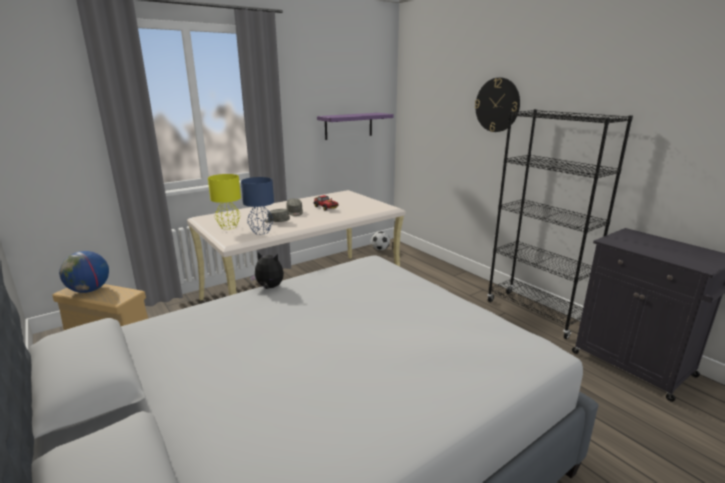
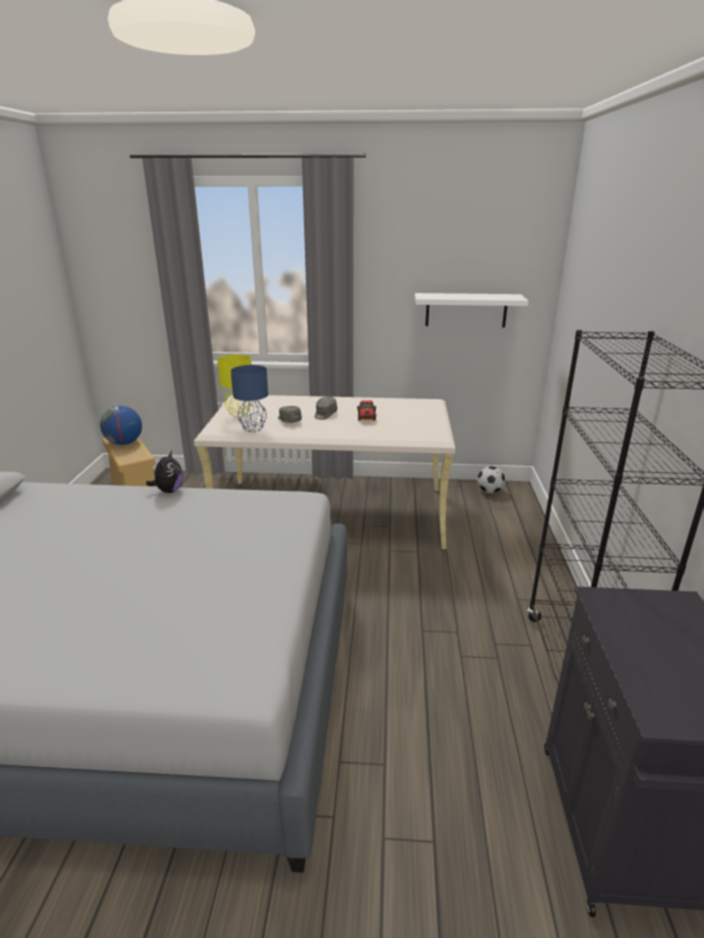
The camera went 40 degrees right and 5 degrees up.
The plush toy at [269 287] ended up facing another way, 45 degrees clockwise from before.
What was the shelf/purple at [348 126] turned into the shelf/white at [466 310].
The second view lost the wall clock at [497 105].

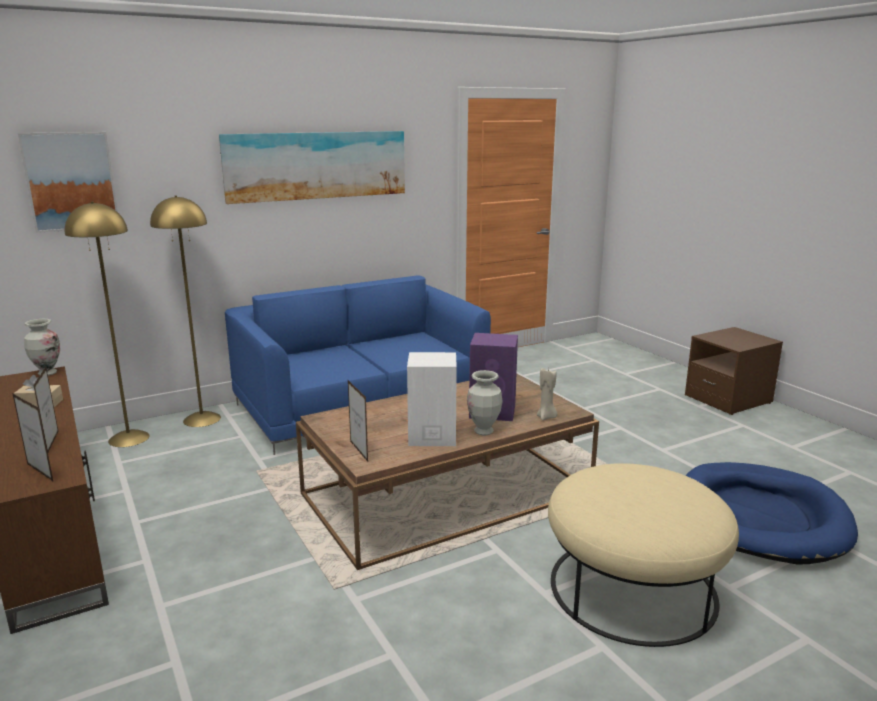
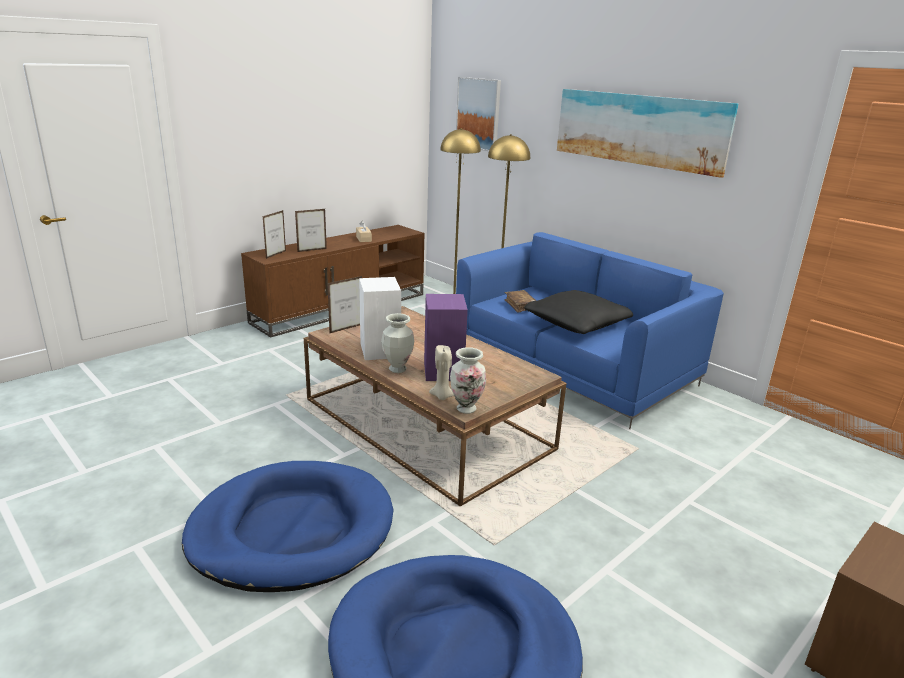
The camera went 75 degrees right and 5 degrees up.
The vase ended up elsewhere, having gone from [47 373] to [466 409].
Where the ottoman/beige stood at [632 588], the dog bed/blue came to stand at [292 530].
The second view gained the book/brown at [520 305].
The second view gained the pillow/black at [577 324].

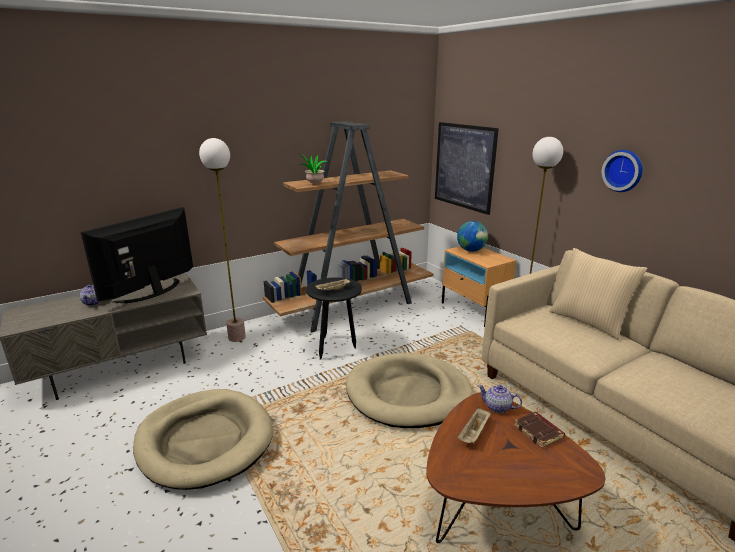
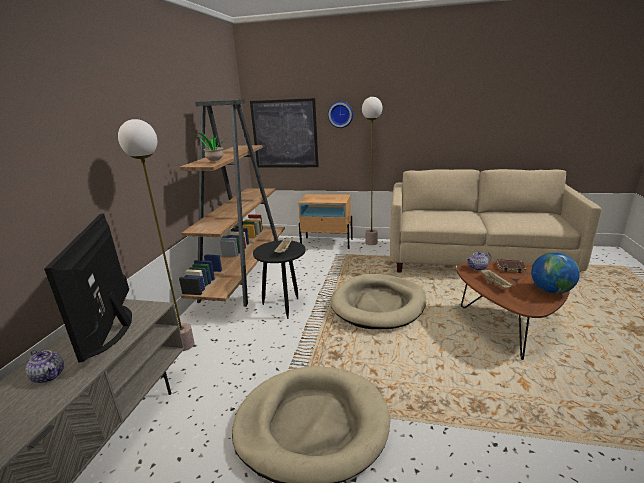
The camera went 45 degrees left and 0 degrees up.
The globe ended up elsewhere, having gone from [471 250] to [551 291].
The second view lost the pillow/beige at [588 322].
The wall clock ended up elsewhere, having gone from [623 170] to [340 114].

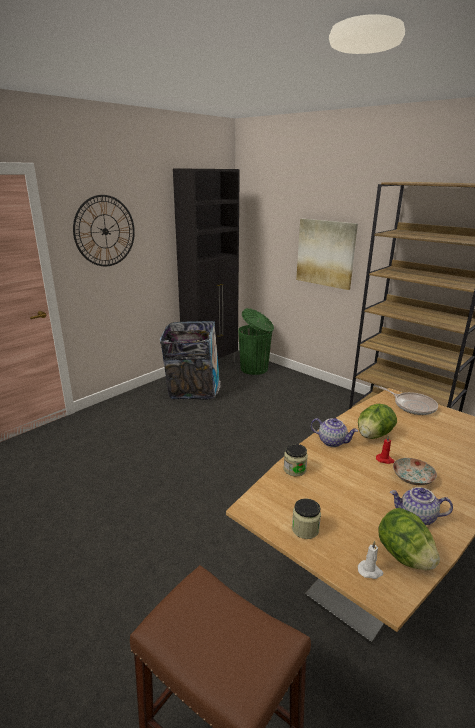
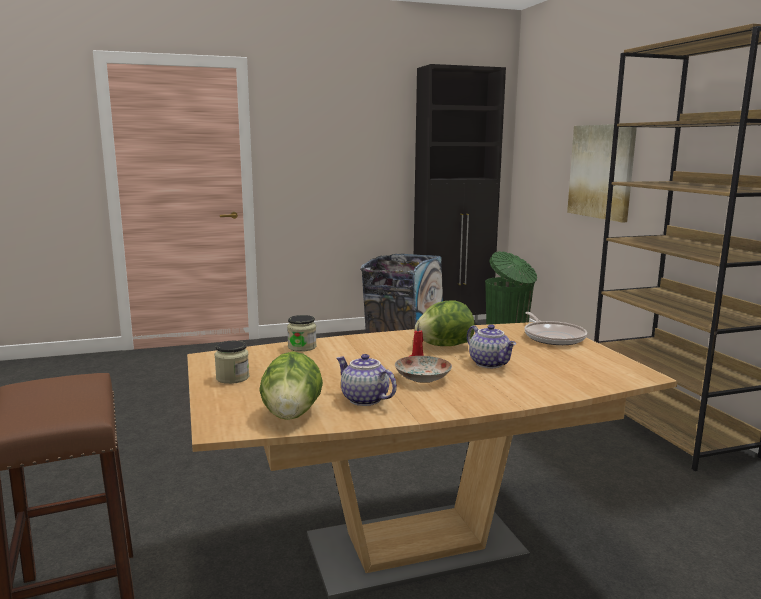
The camera went 30 degrees right and 10 degrees down.
The second view lost the wall clock at [105 231].
The teapot ended up elsewhere, having gone from [332 441] to [490 363].
The second view lost the candle/white at [370 571].

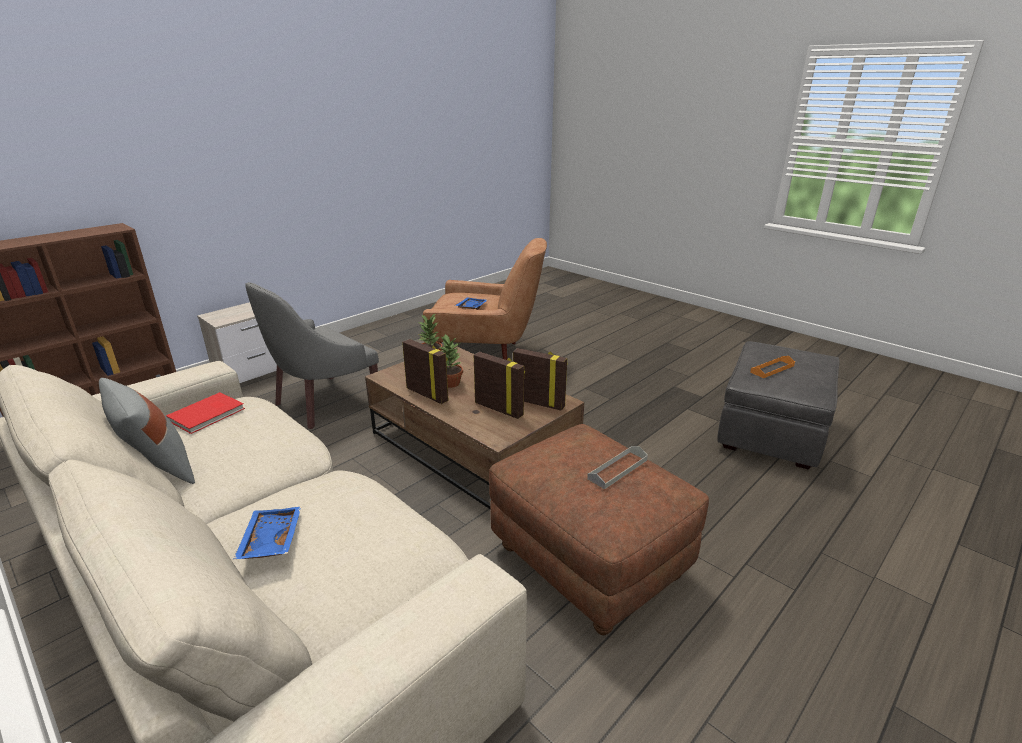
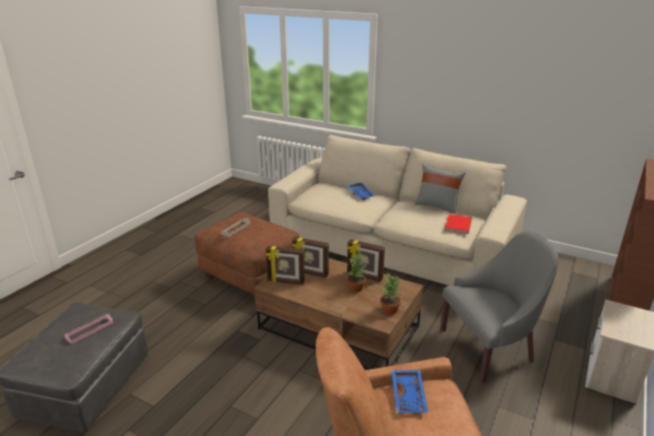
The camera went 165 degrees right and 0 degrees up.
The armchair/grey at [323 403] ended up facing another way, 45 degrees clockwise from before.
What was the tray/orange at [772 369] turned into the tray/pink at [89 330].

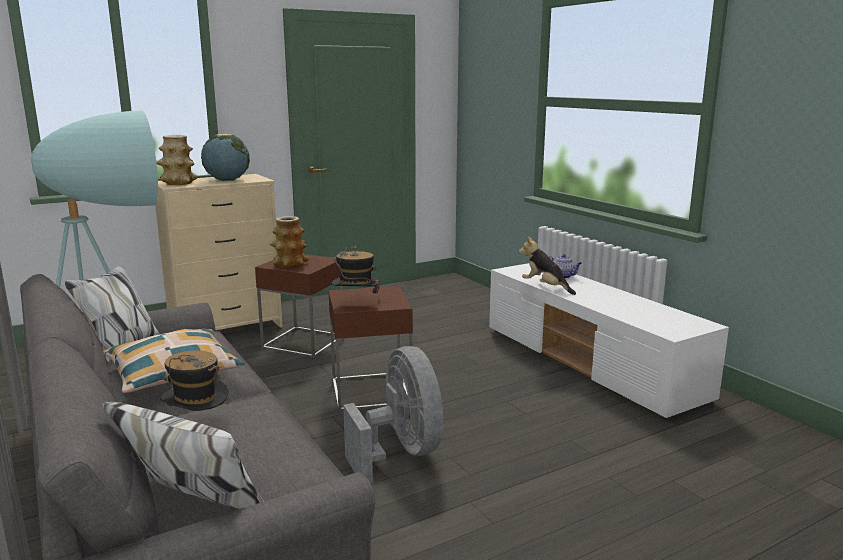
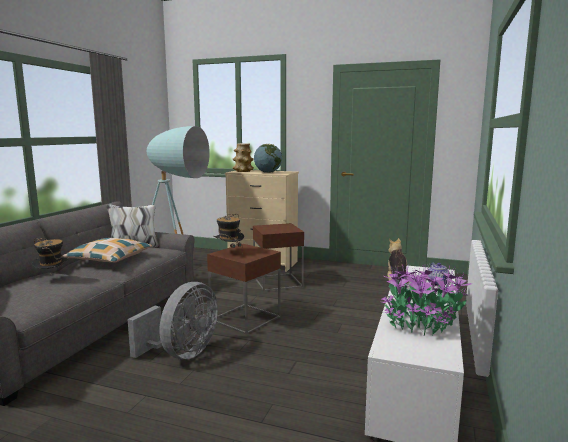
The camera went 50 degrees right and 5 degrees down.
The second view lost the vase at [290 264].
The second view gained the potted plant at [422 322].

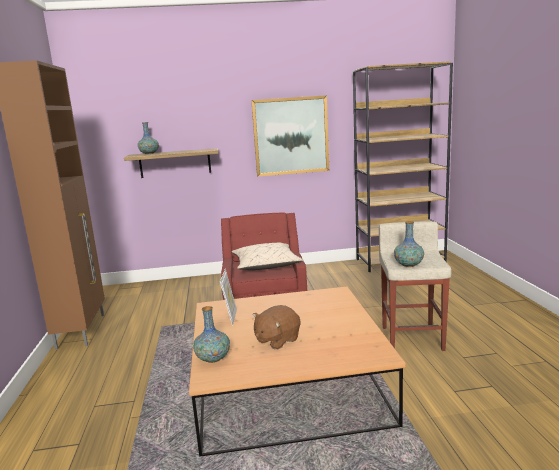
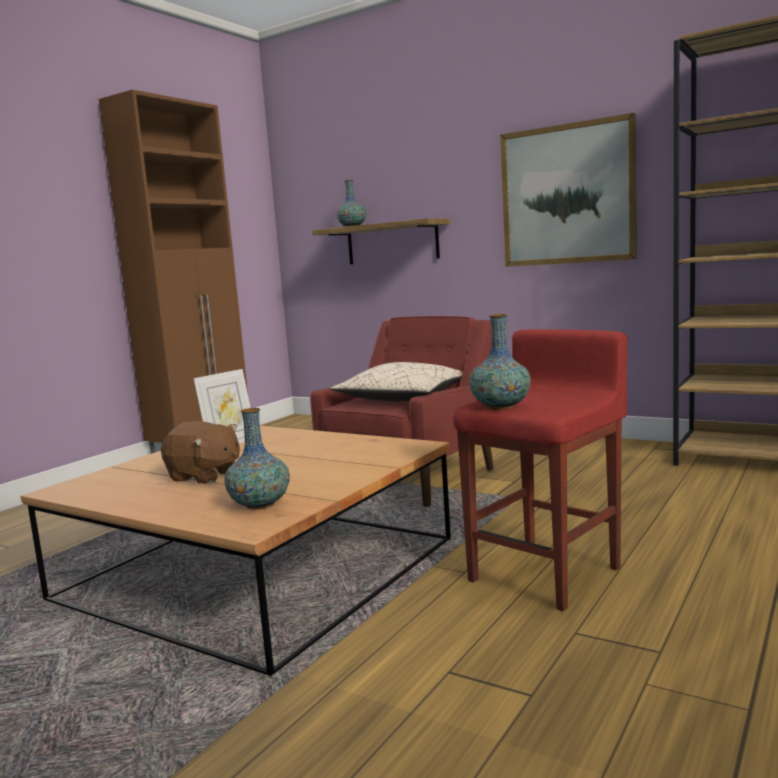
The camera went 40 degrees right and 5 degrees down.
The vase ended up elsewhere, having gone from [213 359] to [260 505].
The plush toy/brown at [277 340] ended up facing another way, 150 degrees counterclockwise from before.
What was the stool/beige at [412 337] turned into the stool/red at [546 573].

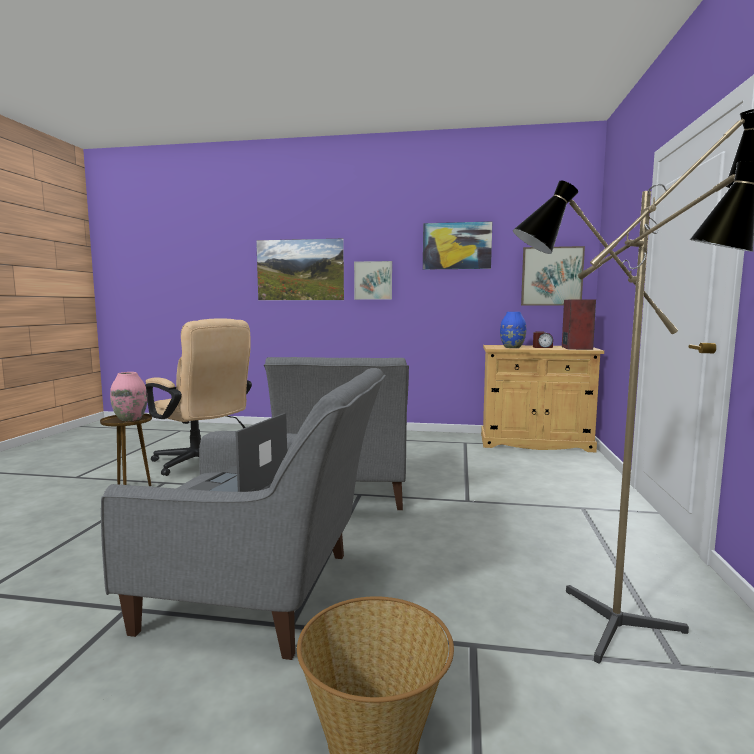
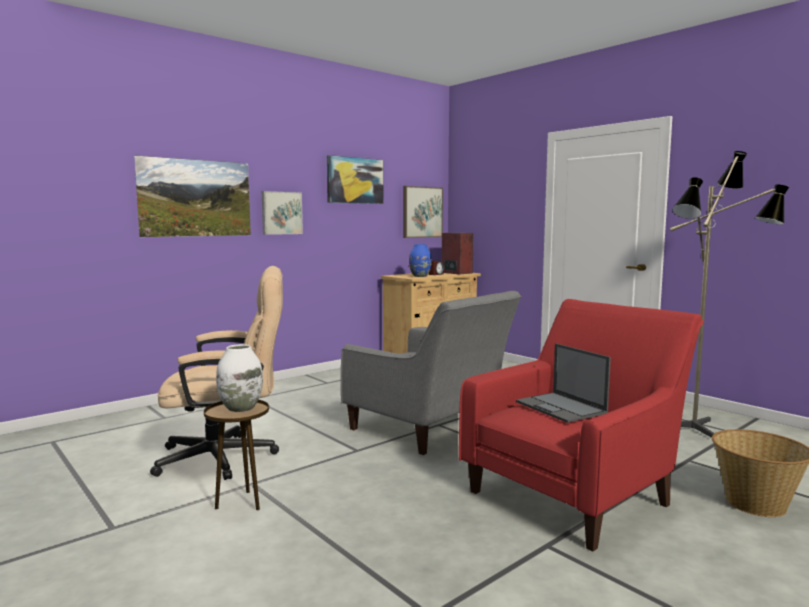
The camera went 50 degrees left and 0 degrees up.
What was the armchair/grey at [266 593] turned into the armchair/red at [574 493].
What was the vase/pink at [130 419] turned into the vase/white at [240 408].

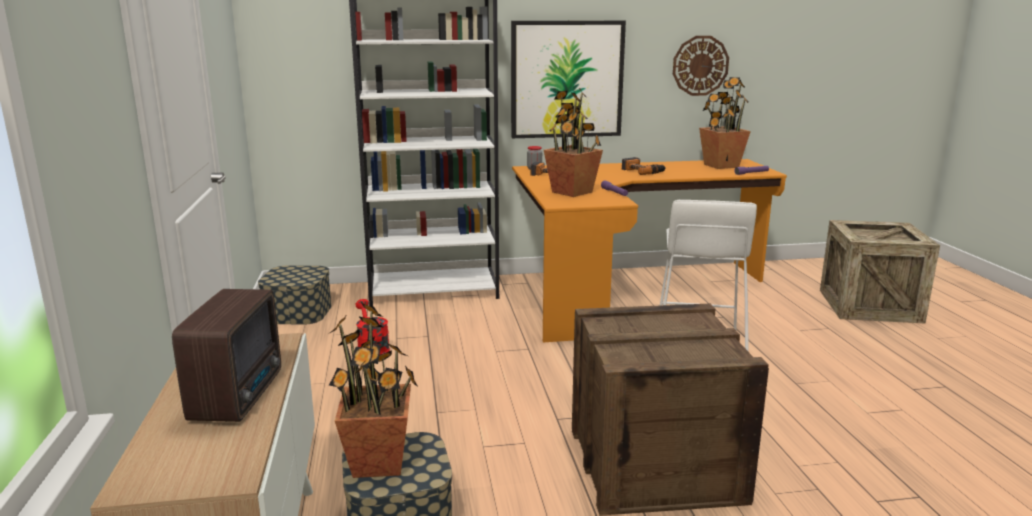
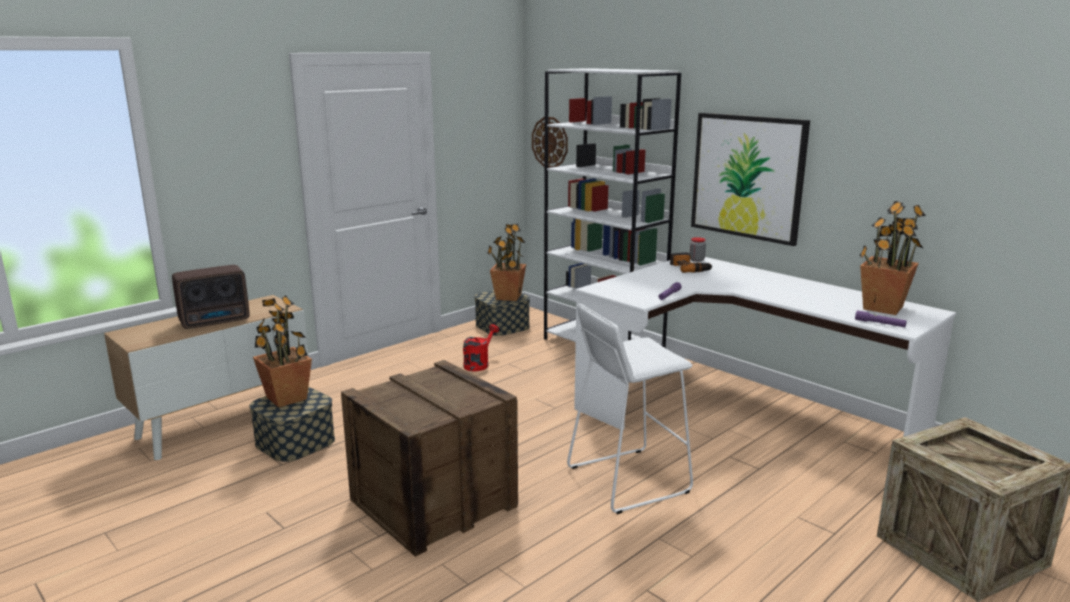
The camera went 55 degrees right and 0 degrees up.
What was the desk/orange at [626 290] turned into the desk/white at [738 410].
The potted plant ended up elsewhere, having gone from [571 192] to [508 297].
The second view lost the power drill at [643 171].
The wall clock ended up elsewhere, having gone from [700 65] to [550 142].

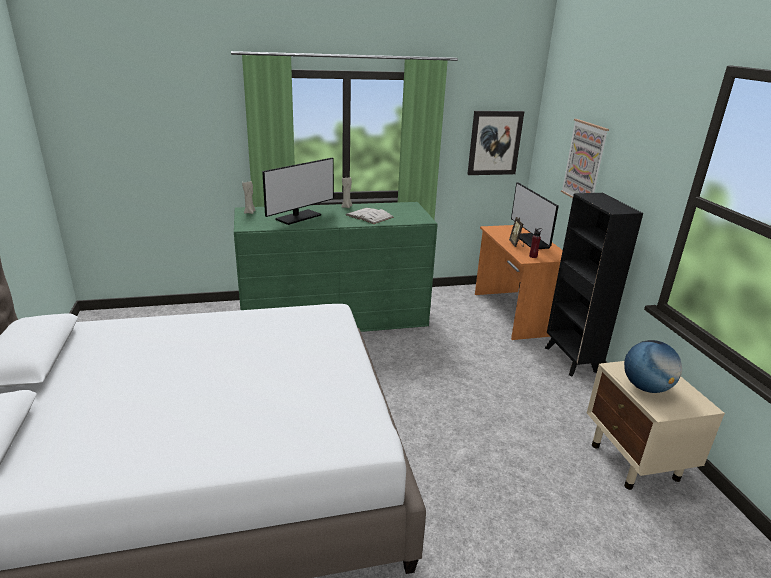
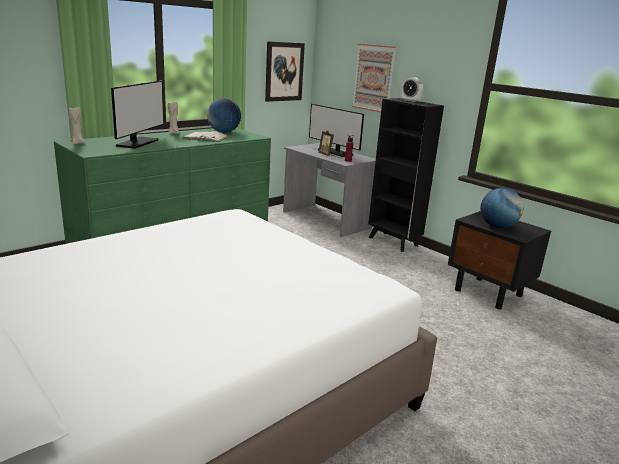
The camera went 30 degrees left and 5 degrees down.
What was the desk/orange at [513 313] turned into the desk/grey at [325 220].
What was the nightstand/beige at [635 462] turned into the nightstand/black at [489 293].
The second view gained the globe at [224 132].
The second view gained the alarm clock at [410 100].

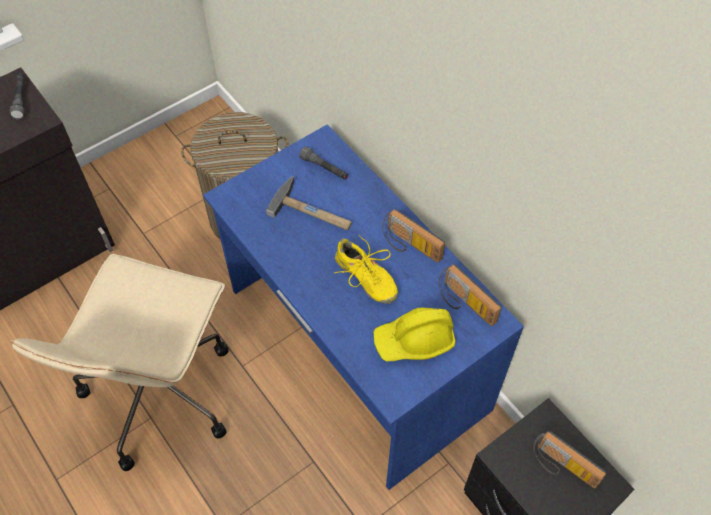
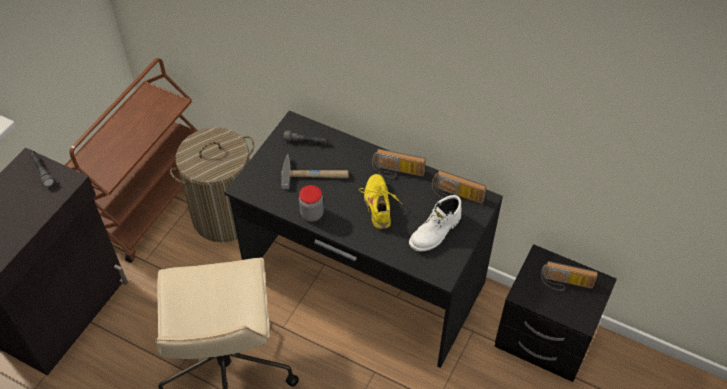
The camera went 25 degrees left and 5 degrees down.
What was the desk/blue at [355 350] turned into the desk/black at [363 281].
The shoe/yellow at [365 278] ended up facing another way, 120 degrees counterclockwise from before.
Where the hard hat/yellow stood at [414 340], the boot/white came to stand at [436 233].
The second view gained the cart/brown at [148 203].
The second view gained the jar at [312 214].

